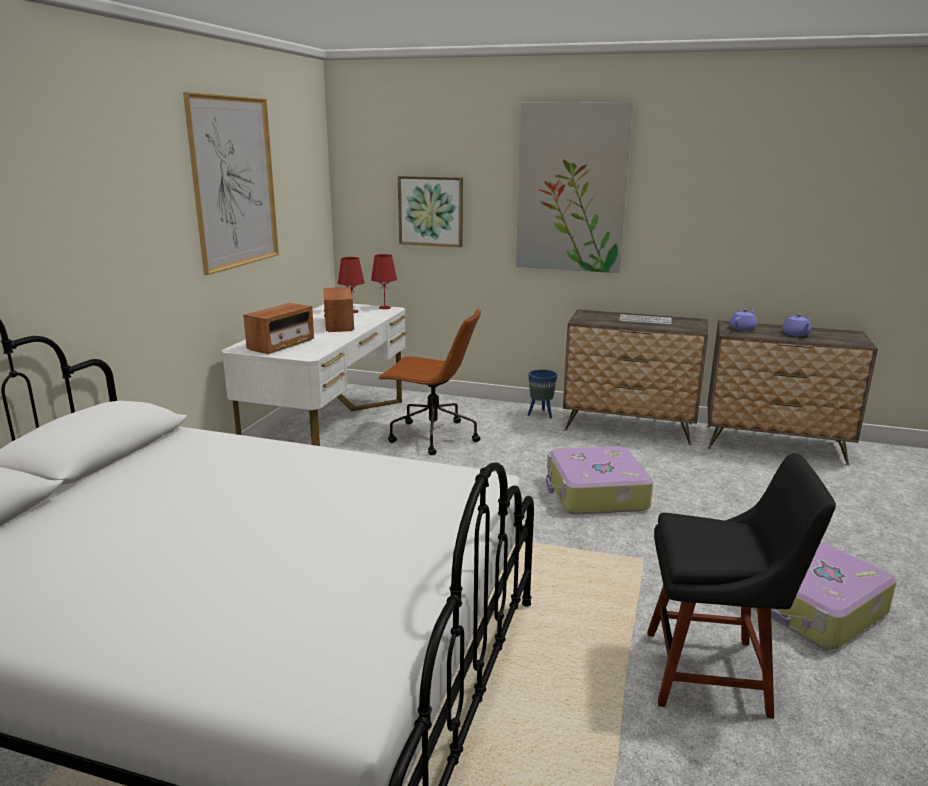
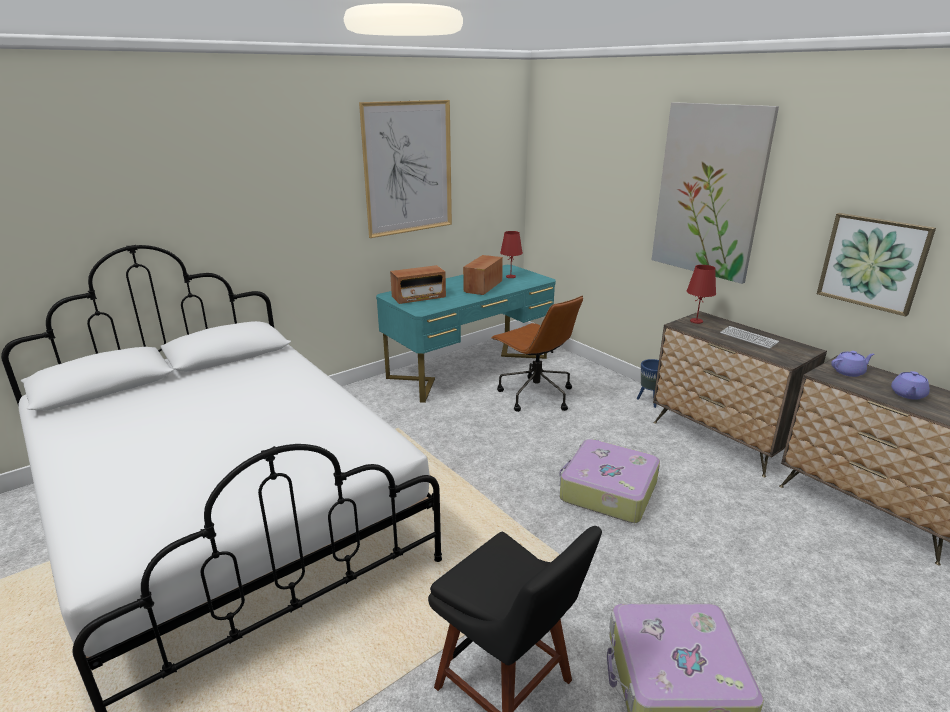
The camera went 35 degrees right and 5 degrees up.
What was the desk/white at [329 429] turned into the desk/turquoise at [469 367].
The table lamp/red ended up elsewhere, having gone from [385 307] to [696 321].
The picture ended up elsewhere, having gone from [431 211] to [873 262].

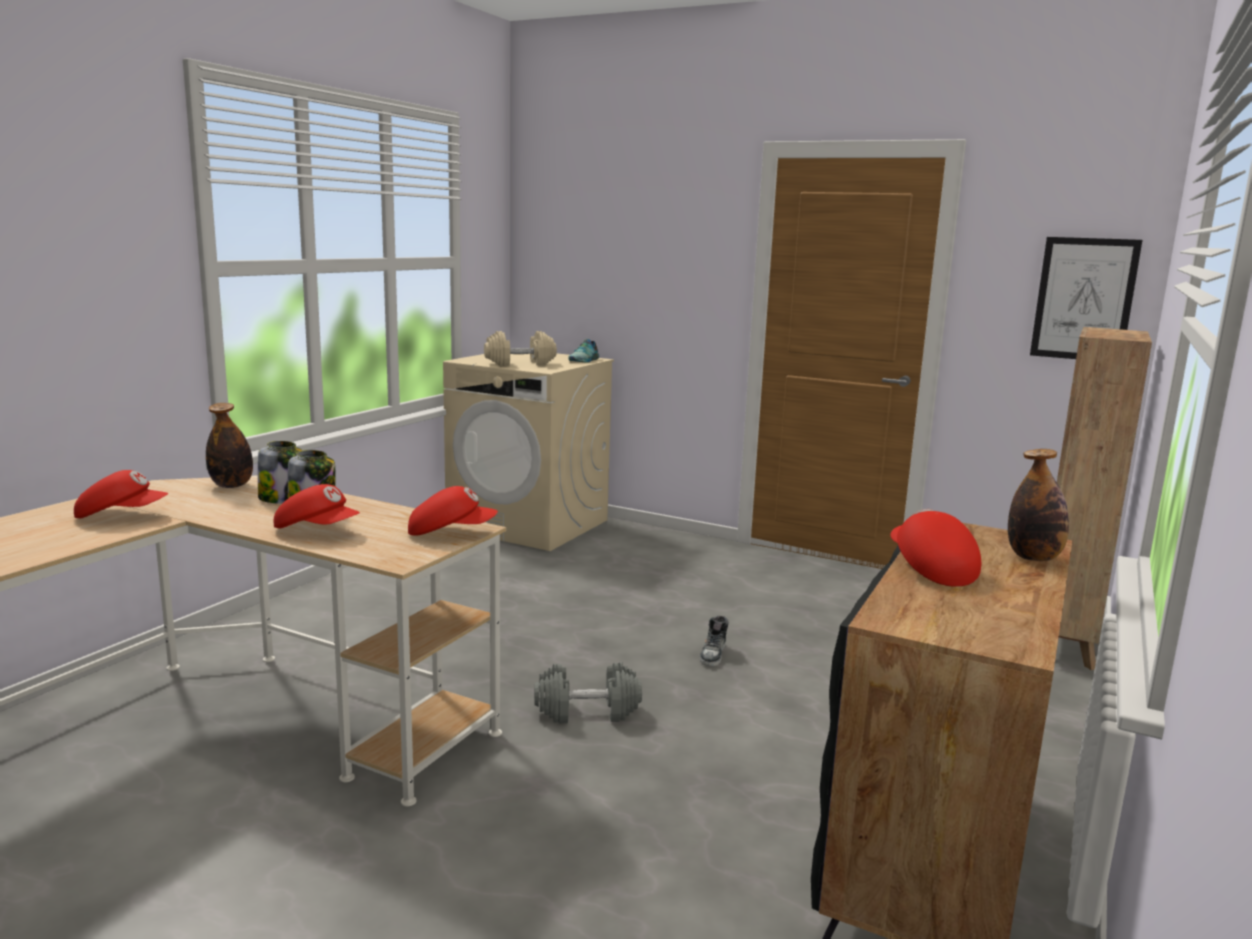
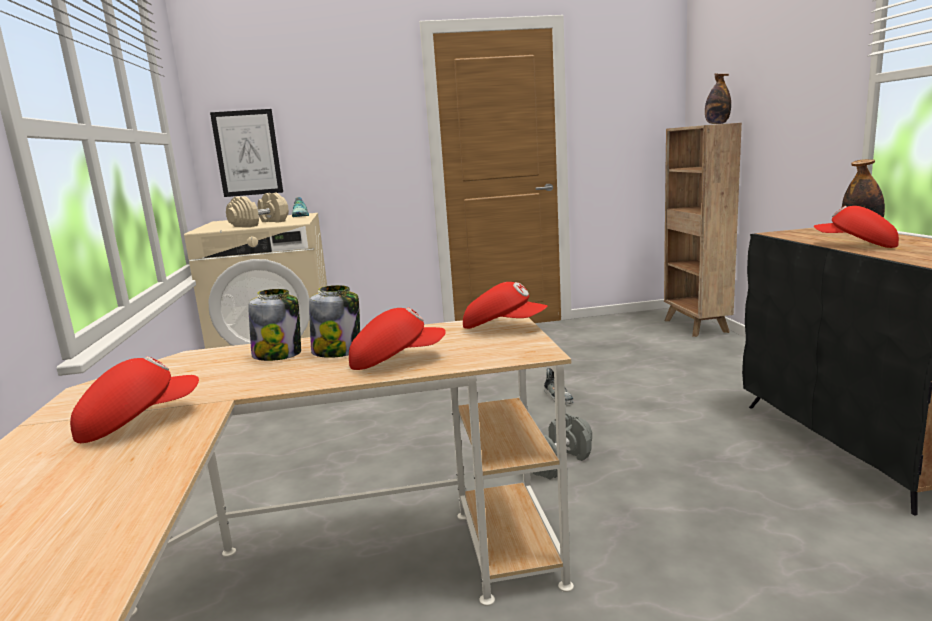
The camera went 35 degrees left and 0 degrees up.
The bottle ended up elsewhere, having gone from [232 485] to [717 124].
The cap/red at [451 533] ended up facing another way, 60 degrees clockwise from before.
The picture ended up elsewhere, having gone from [1084 299] to [247 153].

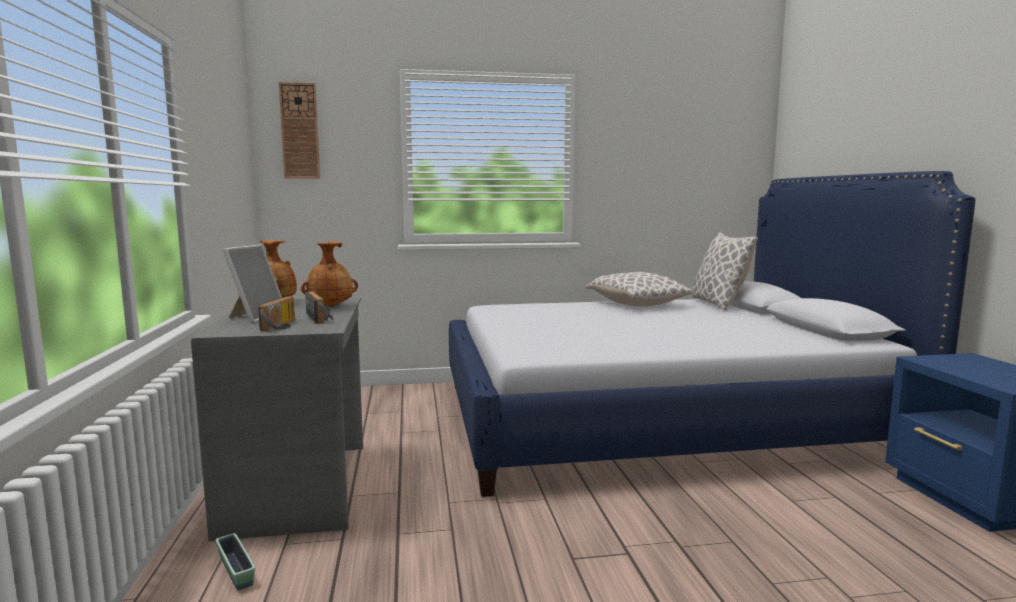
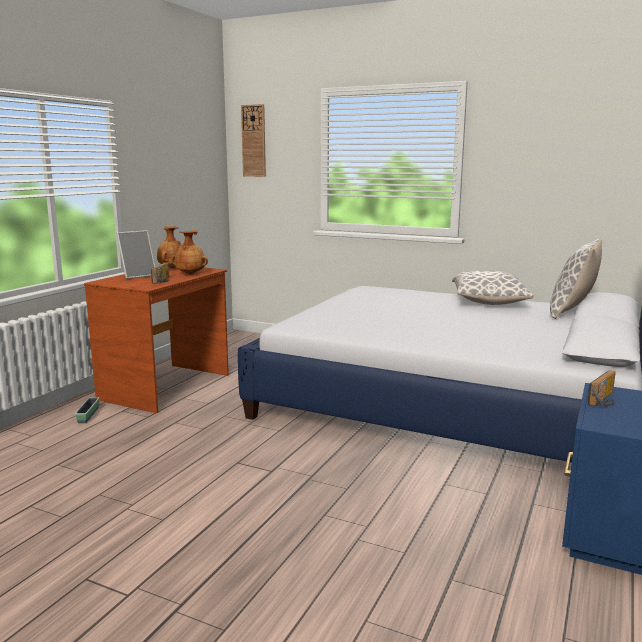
The camera went 35 degrees right and 5 degrees up.
What was the desk/grey at [300 487] turned into the desk/brown at [166 387].
The radio ended up elsewhere, having gone from [282 326] to [605 400].

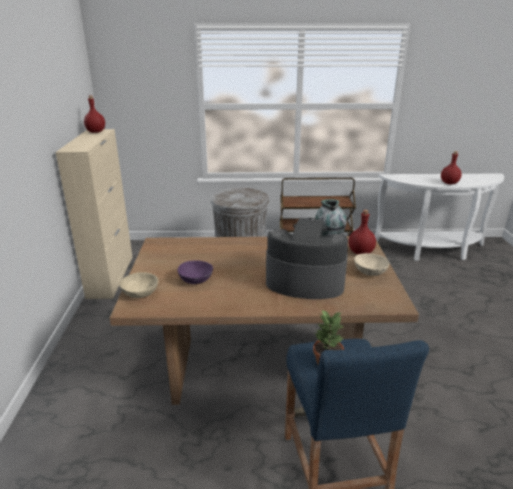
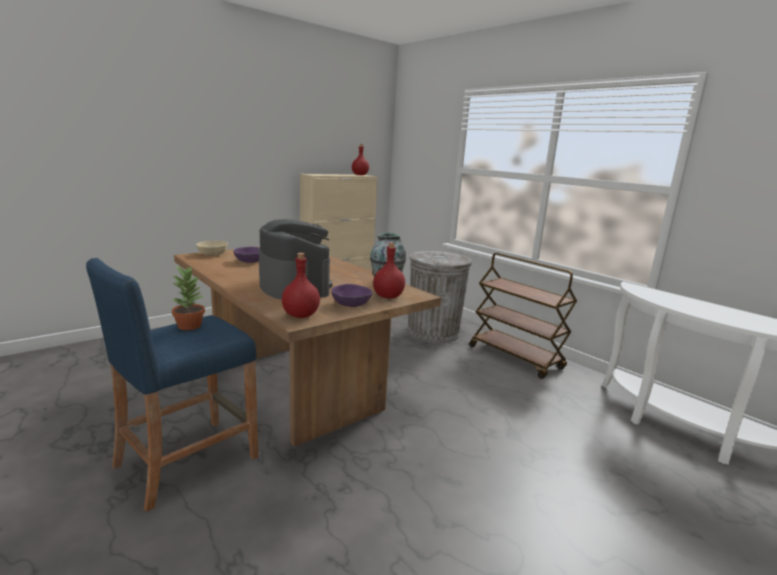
The camera went 50 degrees right and 10 degrees down.
What was the bowl/beige at [370 272] turned into the bowl/purple at [350 304].
The bottle/red ended up elsewhere, having gone from [449 183] to [300 315].

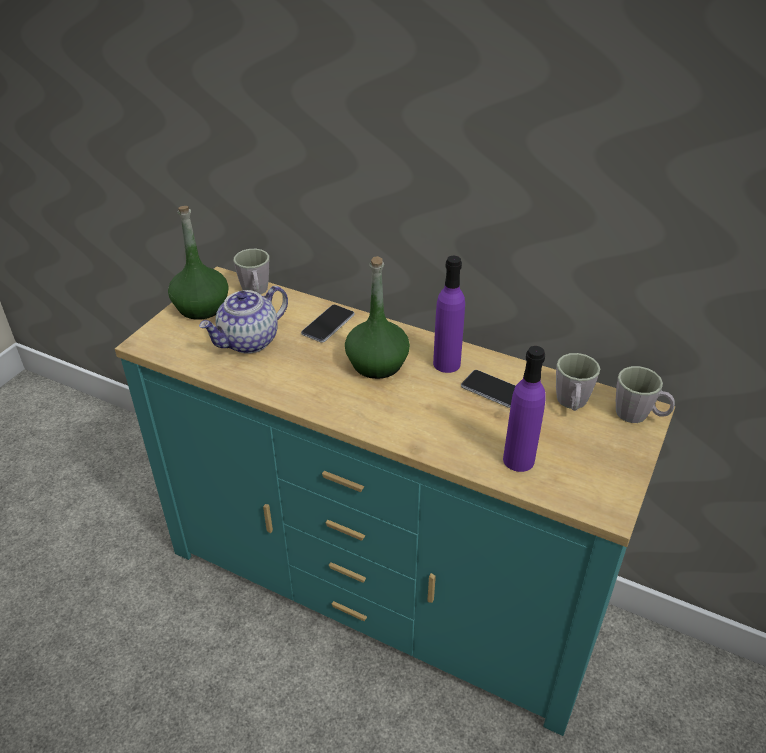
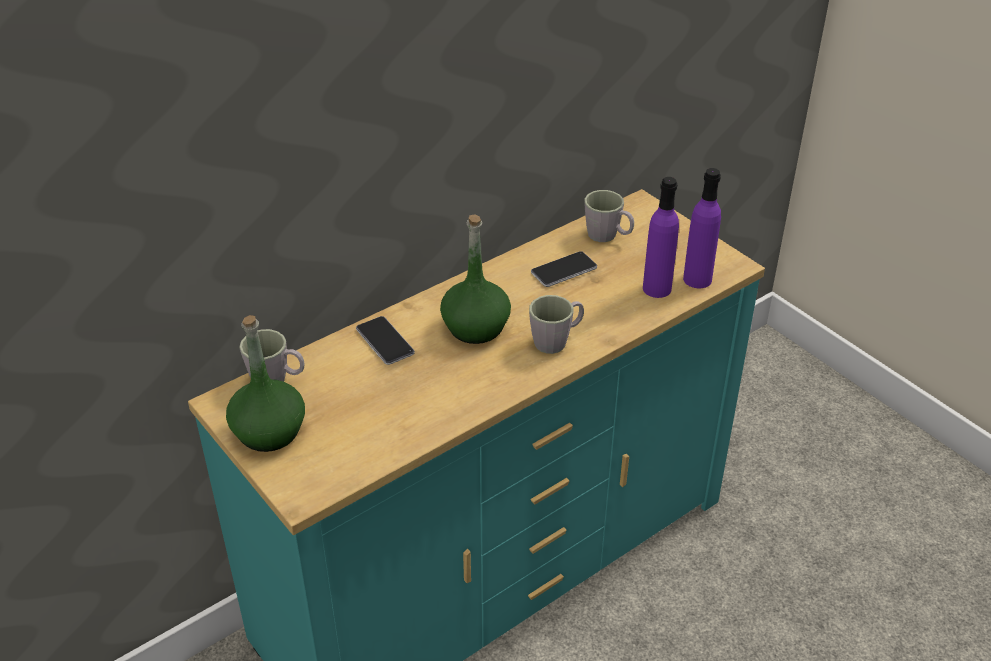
The camera went 65 degrees left and 0 degrees up.
The second view lost the teapot at [249 342].
The bottle/purple ended up elsewhere, having gone from [446 363] to [697 279].
The mug/grey ended up elsewhere, having gone from [639 415] to [556 340].

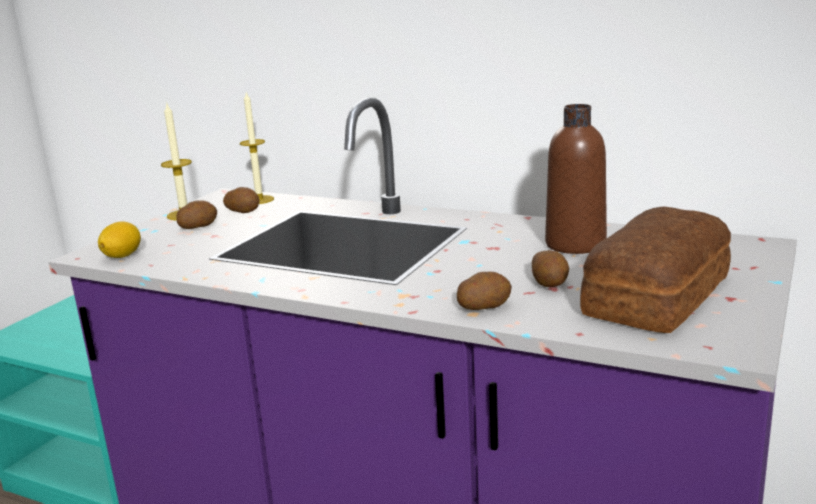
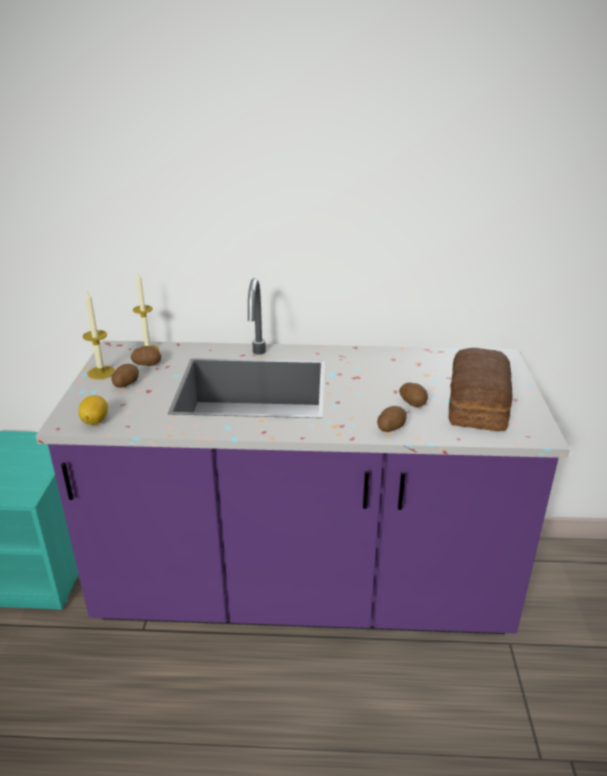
The camera went 25 degrees left and 10 degrees up.
The second view lost the bottle/brown at [575 244].

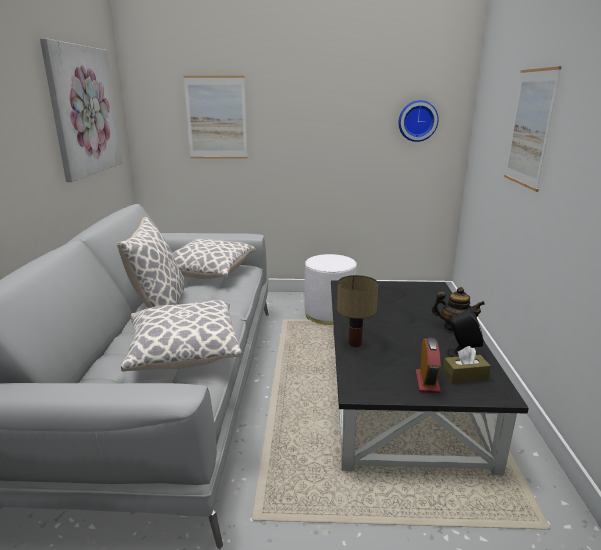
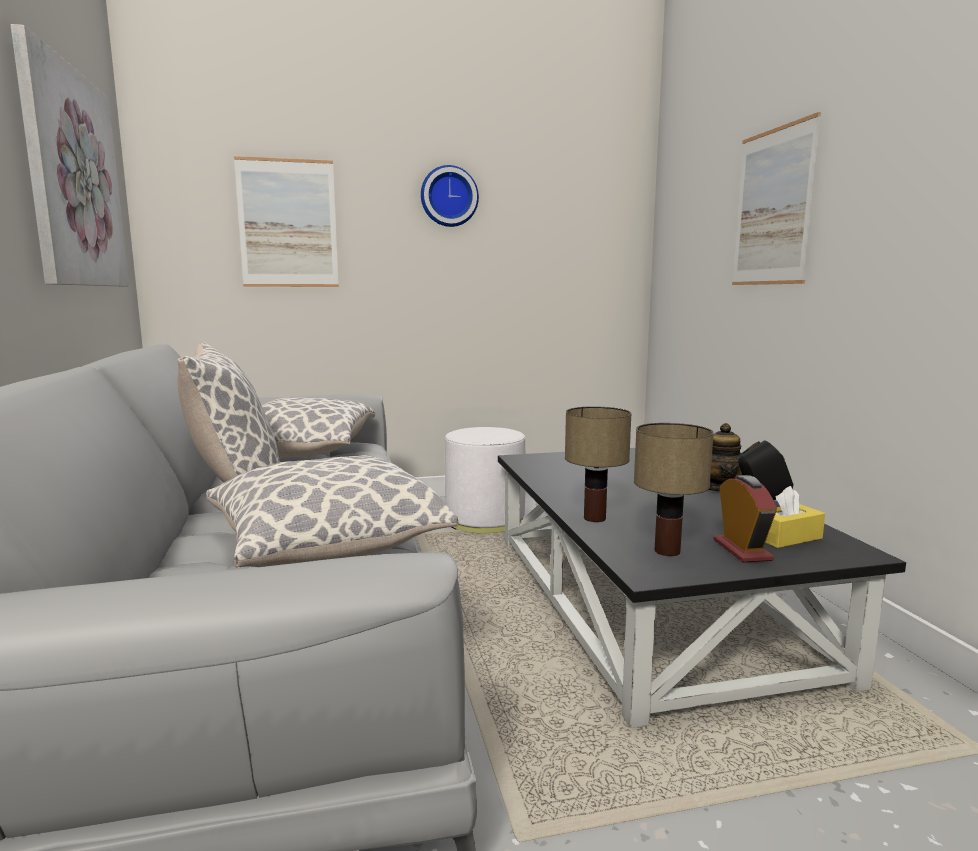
The camera went 15 degrees left and 10 degrees down.
The wall clock ended up elsewhere, having gone from [417 121] to [448 197].
What was the tissue box/brown at [465 376] turned into the tissue box/yellow at [787 537].
The second view gained the table lamp at [665 551].

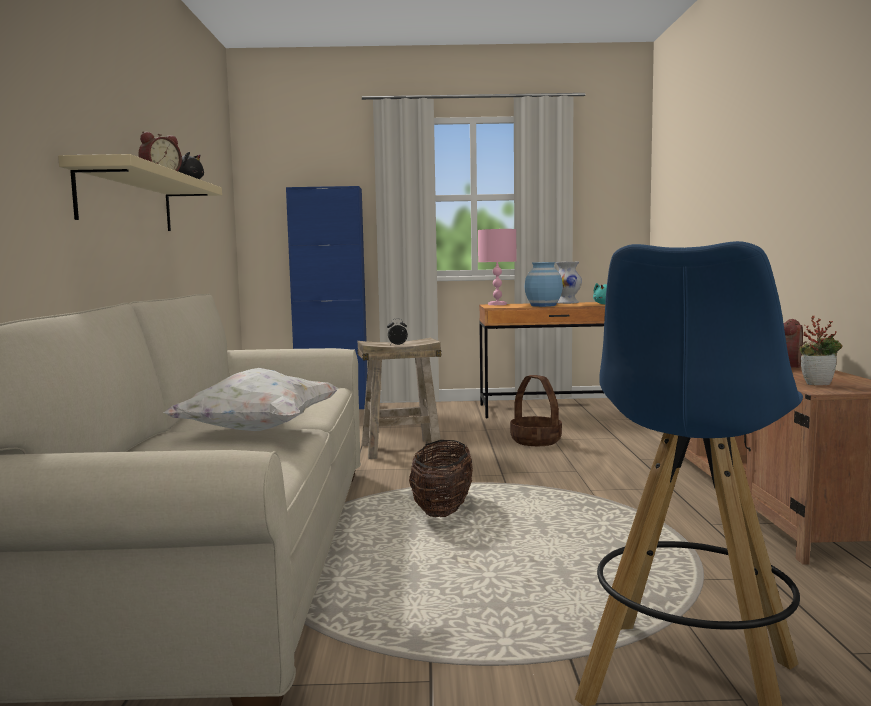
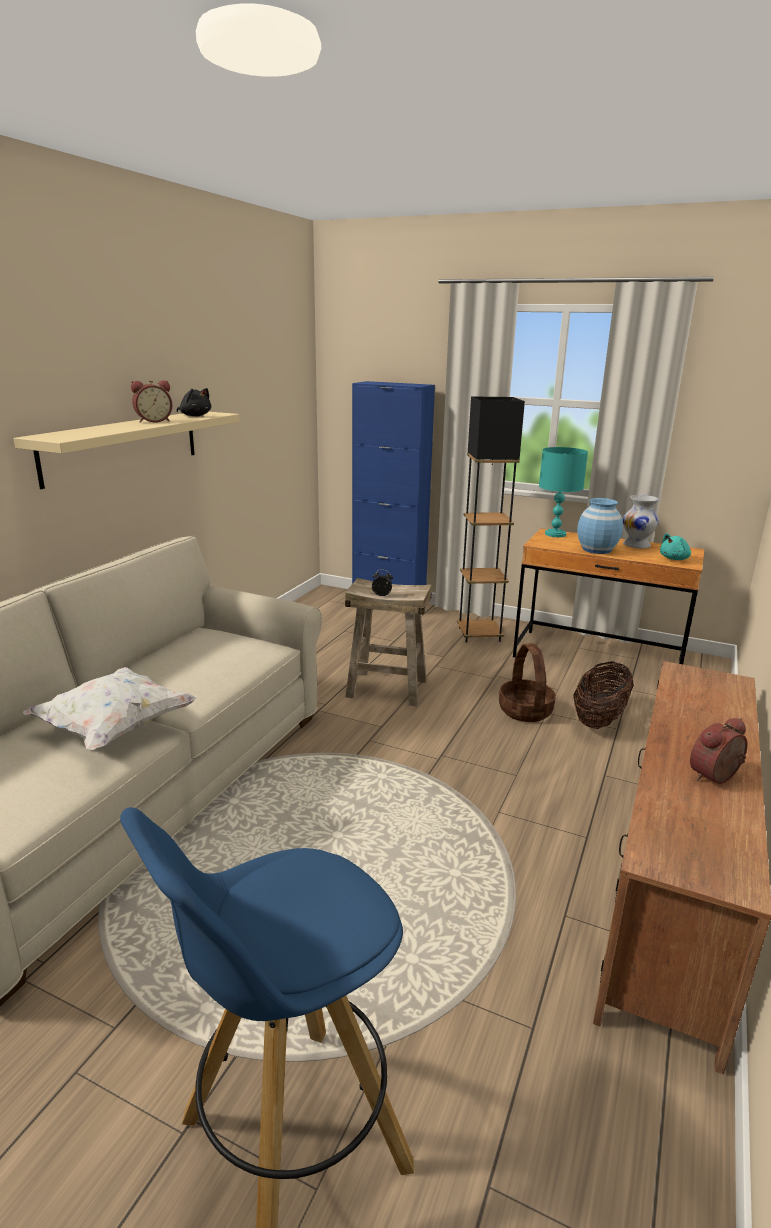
The camera went 25 degrees right and 15 degrees up.
The basket ended up elsewhere, having gone from [442 510] to [599 719].
What was the table lamp/pink at [497 304] turned into the table lamp/turquoise at [555 534].
The second view lost the potted plant at [818 384].
The second view gained the floor lamp/black at [479 634].

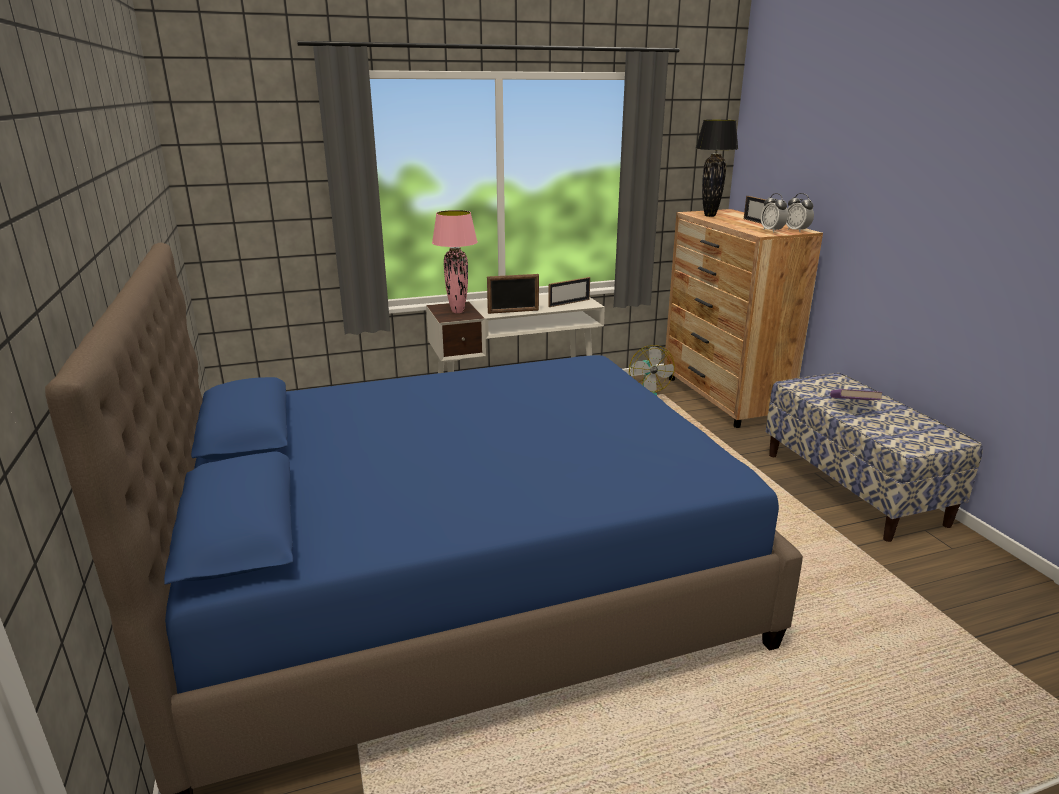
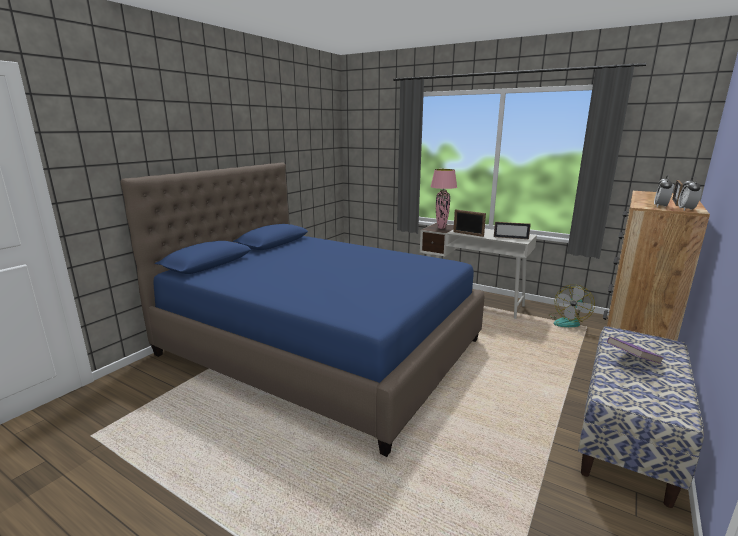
The camera went 50 degrees right and 5 degrees down.
The second view lost the table lamp/black at [709 215].

